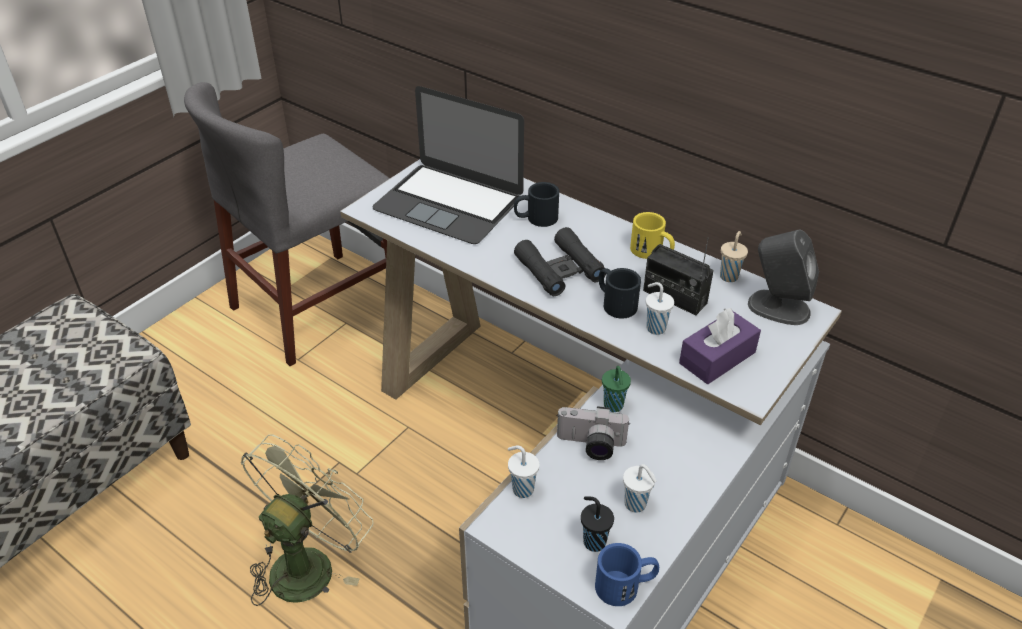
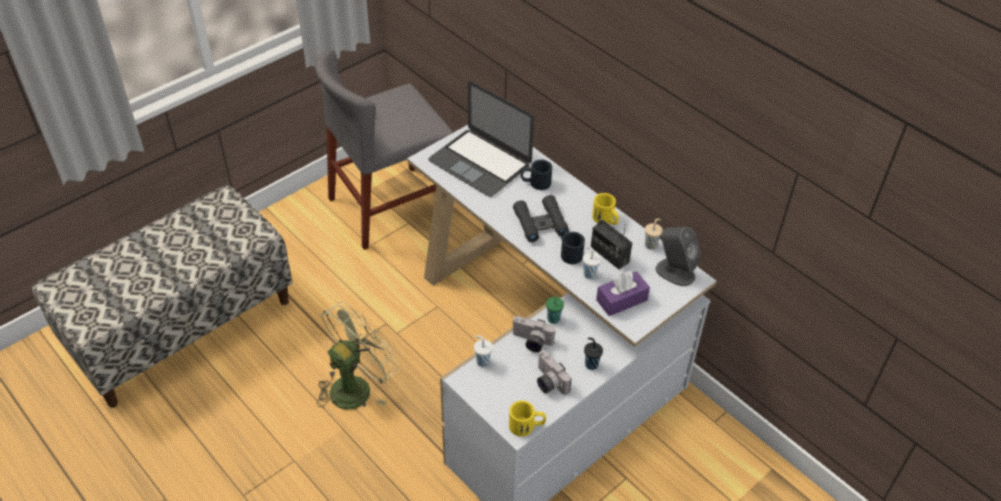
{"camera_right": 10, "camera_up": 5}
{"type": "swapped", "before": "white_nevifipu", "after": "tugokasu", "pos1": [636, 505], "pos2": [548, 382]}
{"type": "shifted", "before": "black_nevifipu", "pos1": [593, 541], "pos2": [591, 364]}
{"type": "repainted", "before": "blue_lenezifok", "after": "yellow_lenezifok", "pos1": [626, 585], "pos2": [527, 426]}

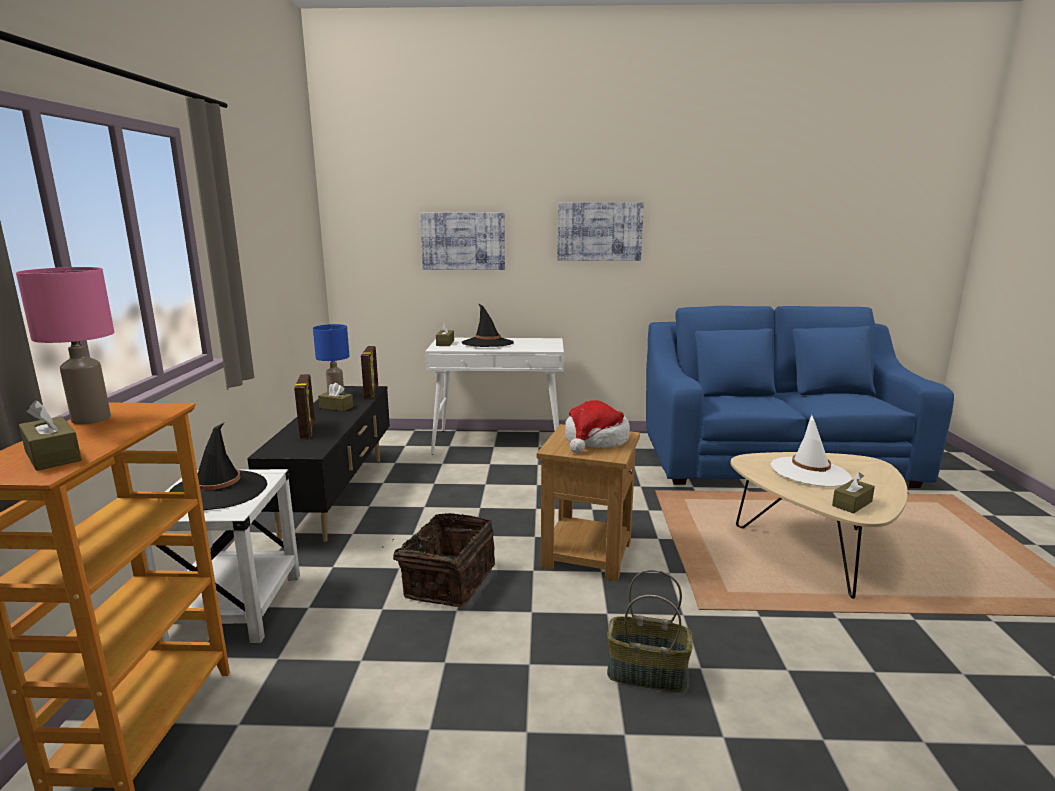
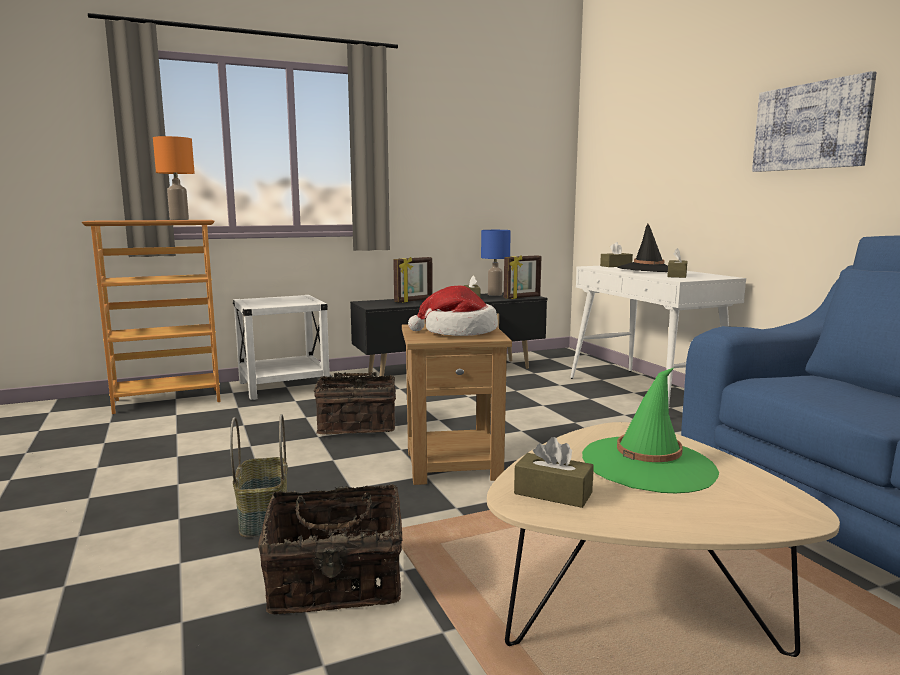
{"camera_right": 65, "camera_up": -5}
{"type": "gone", "before": "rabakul", "pos1": [463, 241]}
{"type": "repainted", "before": "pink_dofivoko", "after": "orange_dofivoko", "pos1": [92, 419], "pos2": [179, 219]}
{"type": "shifted", "before": "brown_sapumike", "pos1": [53, 456], "pos2": [677, 275]}
{"type": "repainted", "before": "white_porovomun", "after": "green_porovomun", "pos1": [810, 472], "pos2": [648, 465]}
{"type": "gone", "before": "black_porovomun", "pos1": [219, 491]}
{"type": "new", "after": "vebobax", "pos2": [336, 583]}

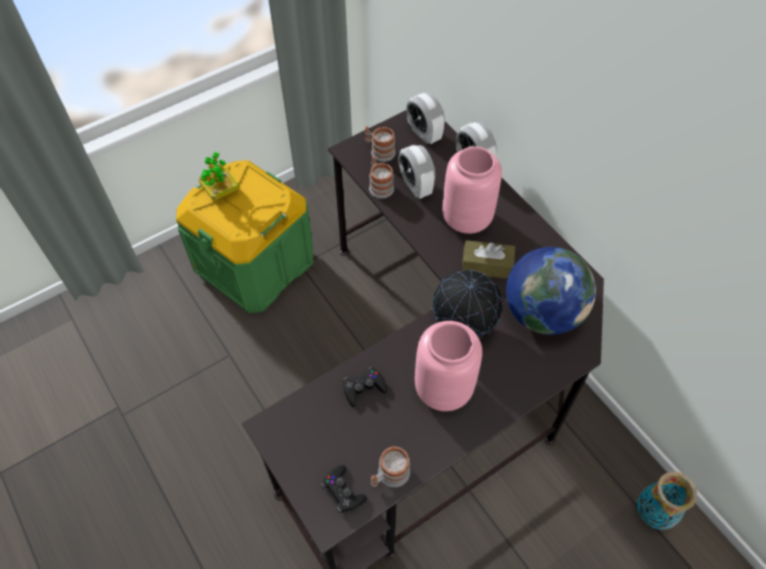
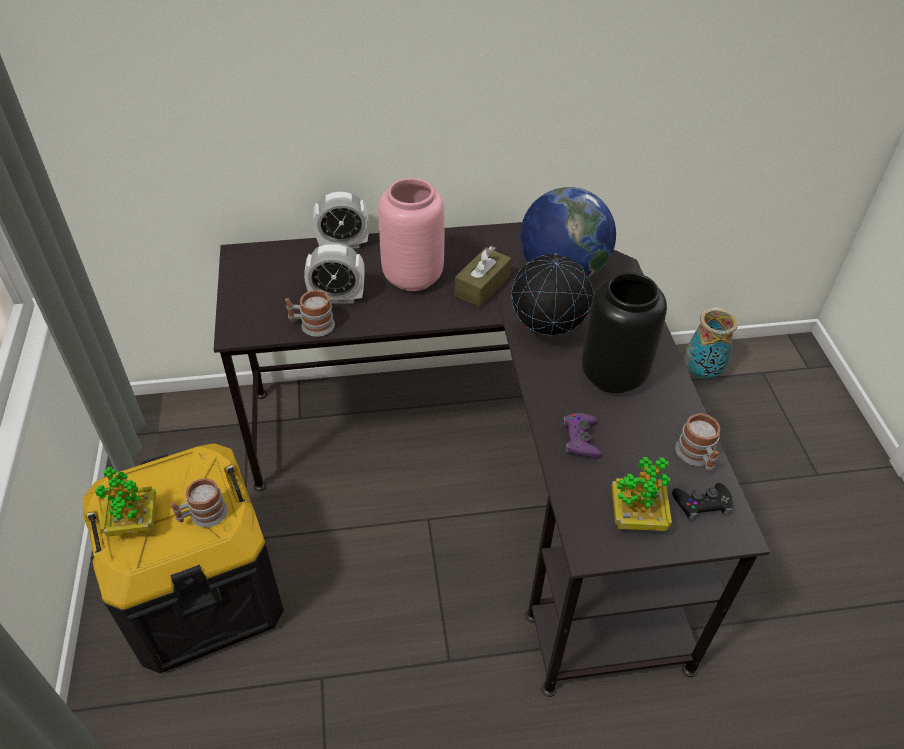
{"camera_right": -65, "camera_up": -10}
{"type": "gone", "before": "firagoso", "pos1": [424, 134]}
{"type": "shifted", "before": "lenezifok", "pos1": [379, 151], "pos2": [202, 515]}
{"type": "repainted", "before": "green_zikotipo", "after": "black_zikotipo", "pos1": [255, 263], "pos2": [201, 591]}
{"type": "repainted", "before": "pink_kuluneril", "after": "black_kuluneril", "pos1": [444, 390], "pos2": [614, 375]}
{"type": "repainted", "before": "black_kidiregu", "after": "purple_kidiregu", "pos1": [364, 388], "pos2": [580, 439]}
{"type": "new", "after": "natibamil", "pos2": [636, 516]}

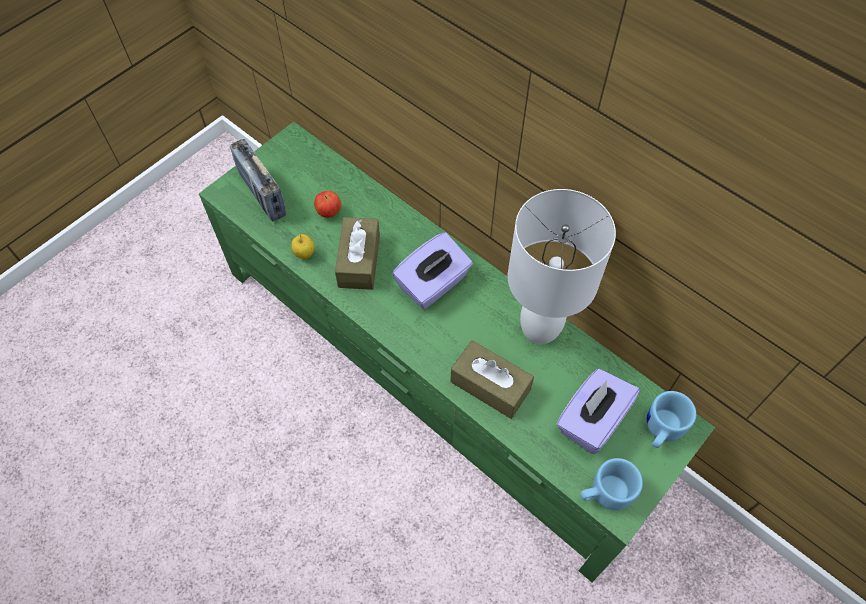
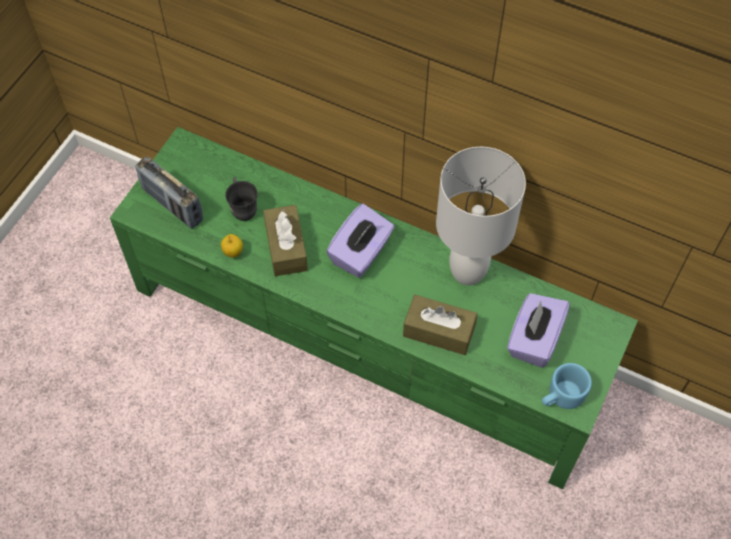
{"camera_right": -15, "camera_up": 0}
{"type": "swapped", "before": "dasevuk", "after": "grey_lenezifok", "pos1": [329, 212], "pos2": [242, 208]}
{"type": "gone", "before": "blue_lenezifok", "pos1": [660, 430]}

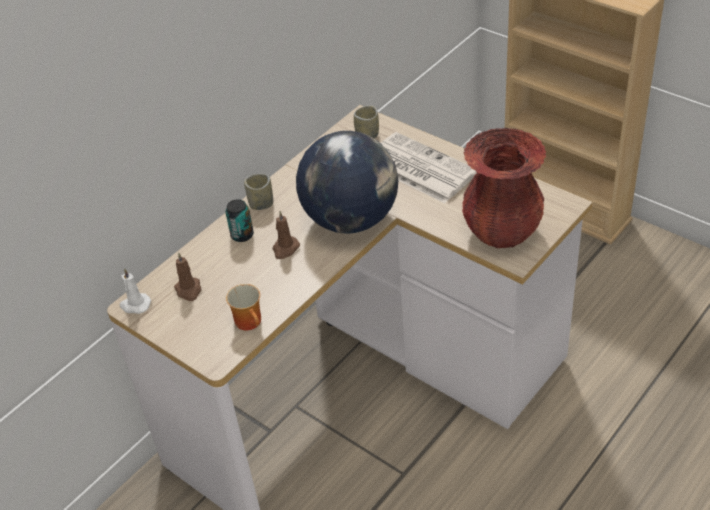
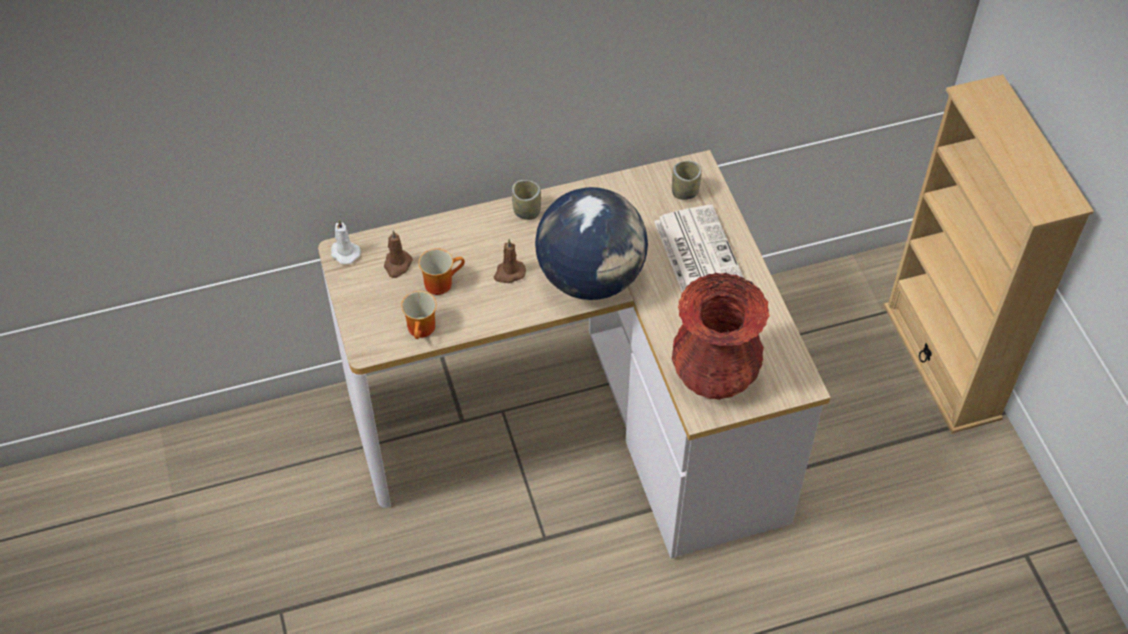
{"camera_right": 30, "camera_up": 10}
{"type": "gone", "before": "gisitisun", "pos1": [242, 235]}
{"type": "new", "after": "lenezifok", "pos2": [440, 281]}

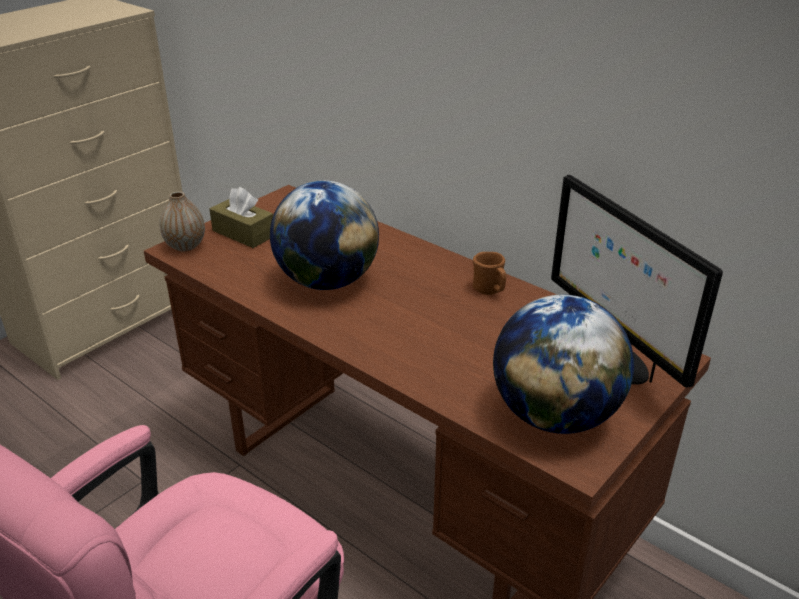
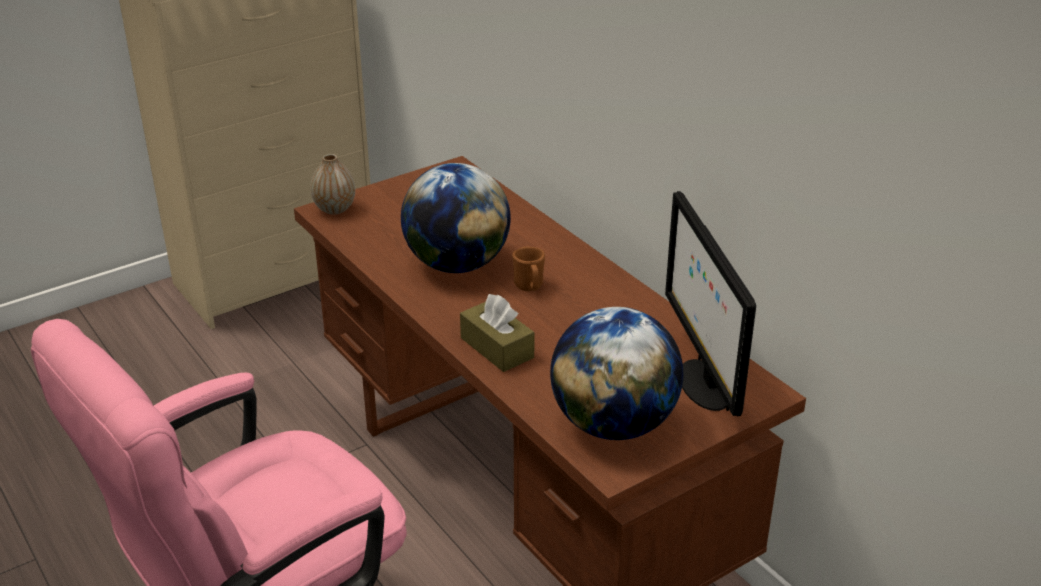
{"camera_right": 15, "camera_up": 0}
{"type": "shifted", "before": "brown_sapumike", "pos1": [243, 233], "pos2": [497, 348]}
{"type": "shifted", "before": "brown_lenezifok", "pos1": [490, 290], "pos2": [530, 287]}

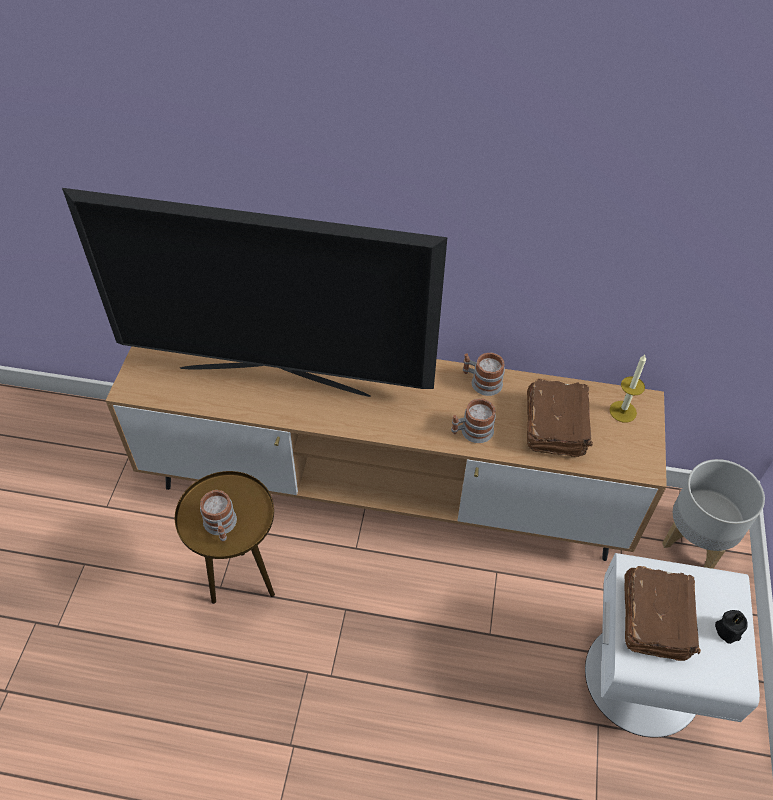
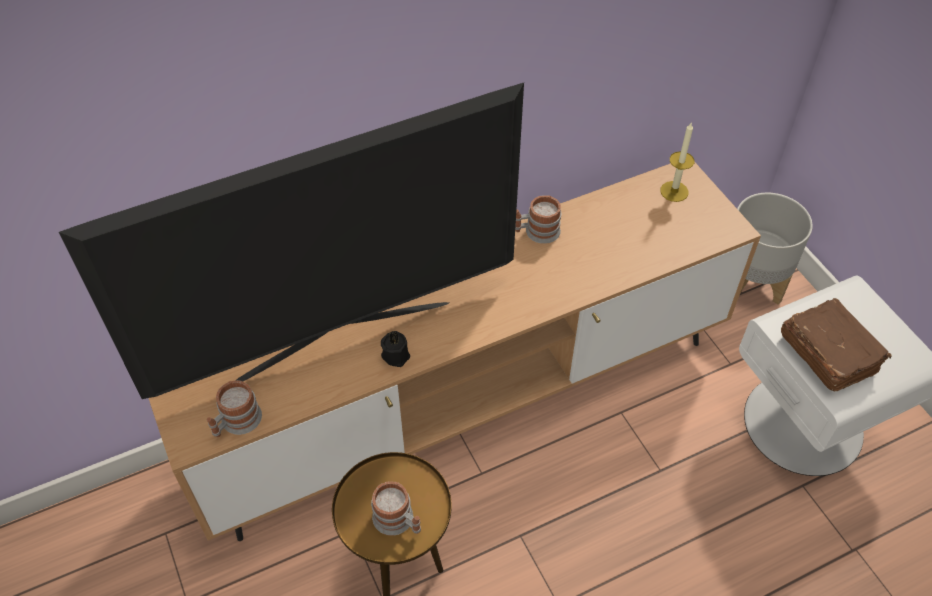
{"camera_right": -35, "camera_up": 0}
{"type": "gone", "before": "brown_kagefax", "pos1": [556, 426]}
{"type": "shifted", "before": "lenezifok", "pos1": [471, 431], "pos2": [236, 423]}
{"type": "shifted", "before": "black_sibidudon", "pos1": [728, 629], "pos2": [396, 354]}

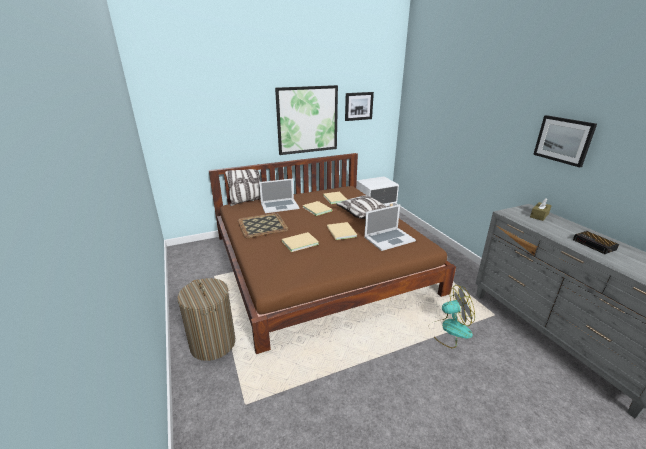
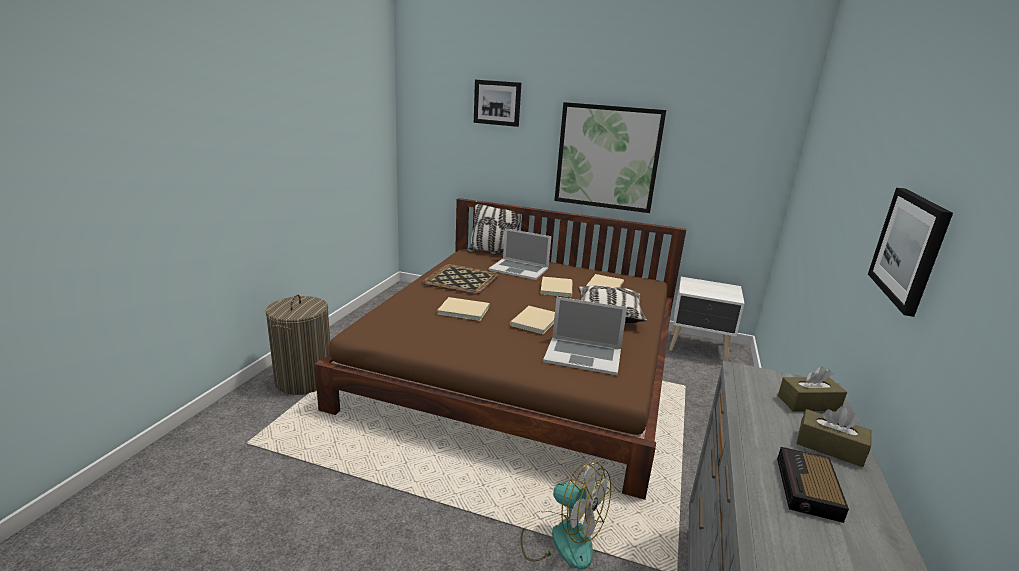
{"camera_right": 40, "camera_up": -5}
{"type": "shifted", "before": "rabakul", "pos1": [358, 106], "pos2": [497, 103]}
{"type": "new", "after": "brown_sapumike", "pos2": [829, 447]}

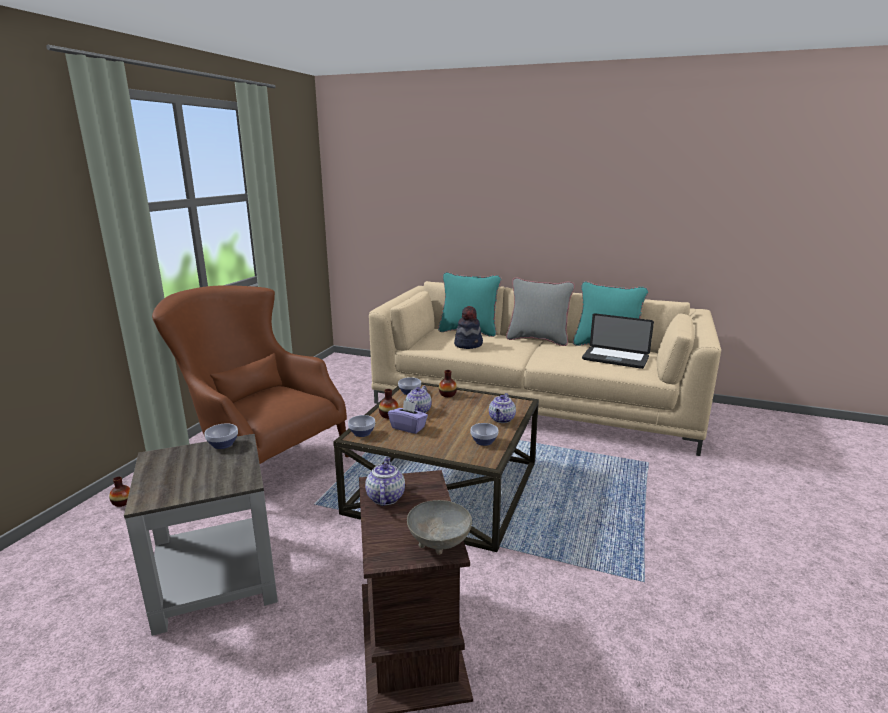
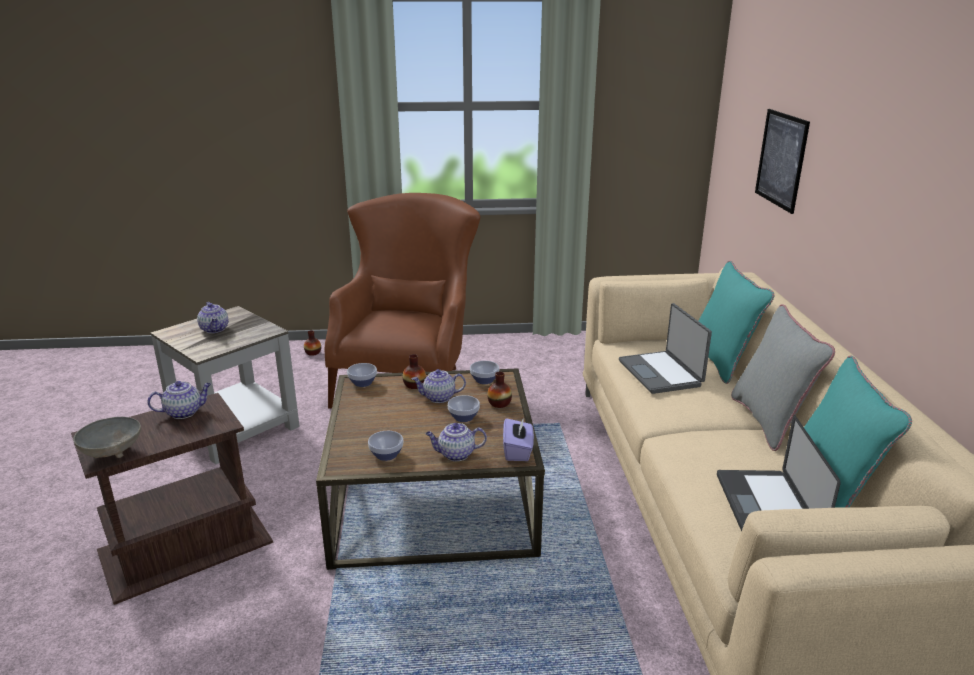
{"camera_right": 65, "camera_up": 5}
{"type": "swapped", "before": "porovomun", "after": "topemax", "pos1": [468, 344], "pos2": [661, 373]}
{"type": "shifted", "before": "purple_sapumike", "pos1": [408, 427], "pos2": [518, 451]}
{"type": "shifted", "before": "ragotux", "pos1": [222, 445], "pos2": [462, 417]}
{"type": "new", "after": "rabakul", "pos2": [781, 159]}
{"type": "new", "after": "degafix", "pos2": [215, 329]}

